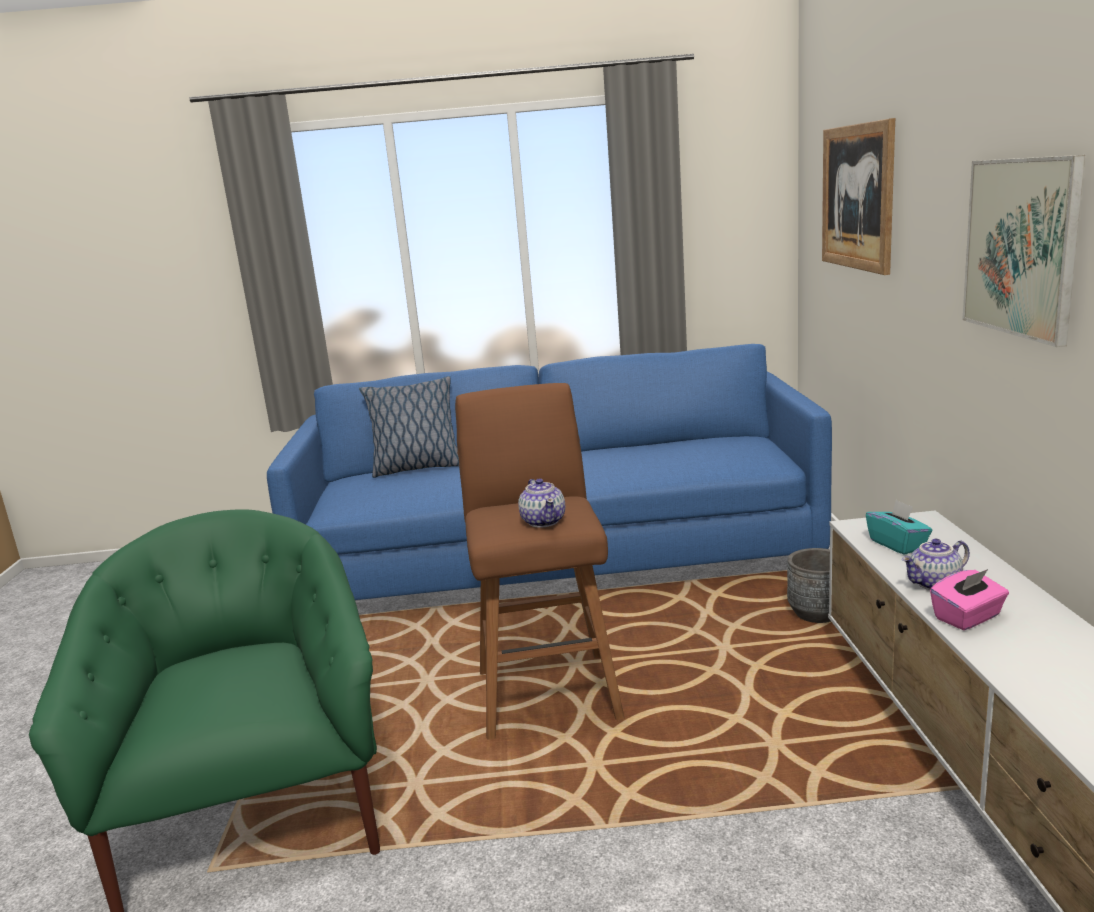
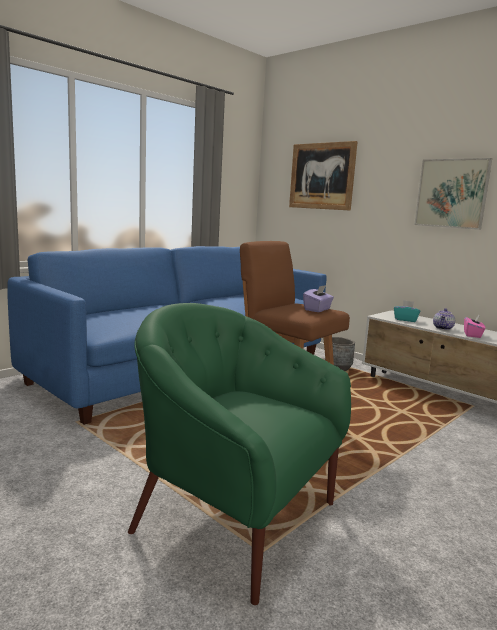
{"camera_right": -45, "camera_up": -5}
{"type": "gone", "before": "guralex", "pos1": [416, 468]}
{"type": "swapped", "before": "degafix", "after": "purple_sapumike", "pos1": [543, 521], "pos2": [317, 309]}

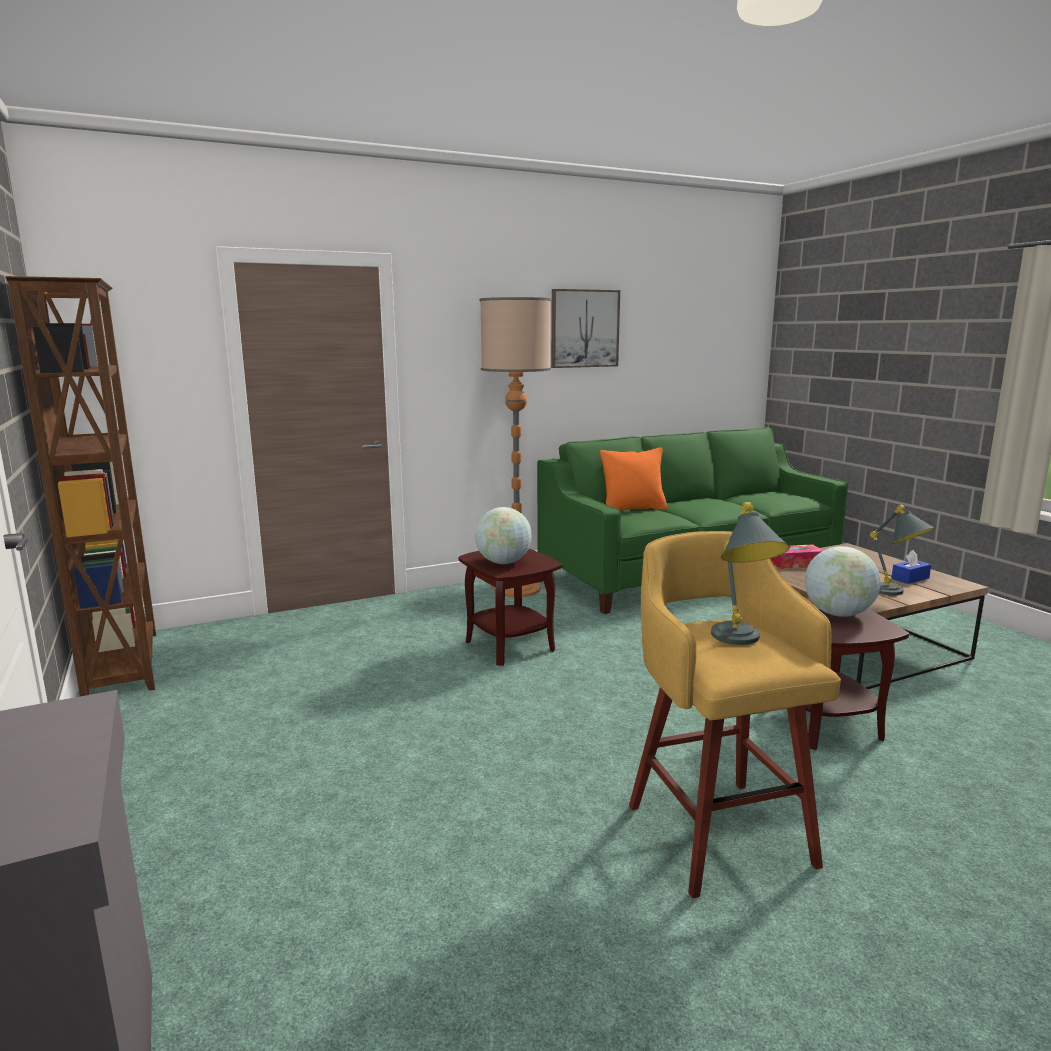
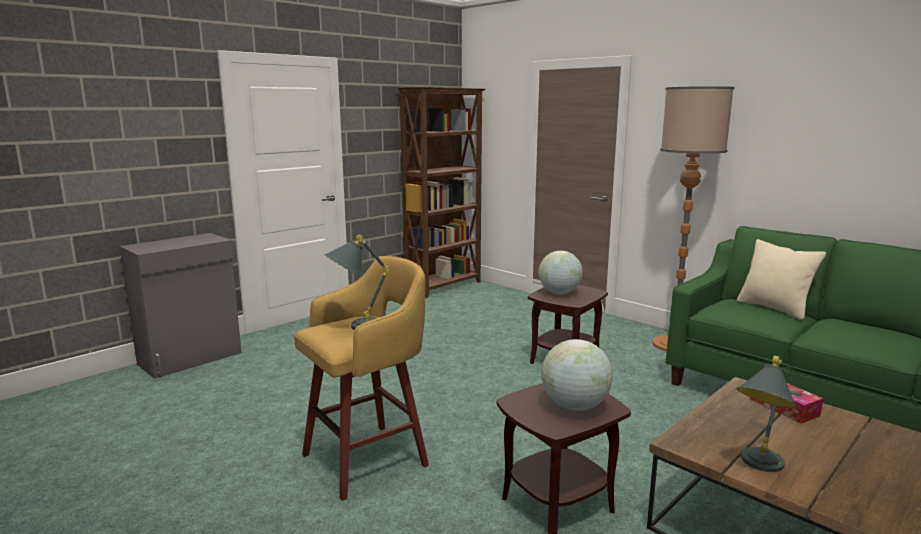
{"camera_right": 70, "camera_up": 0}
{"type": "gone", "before": "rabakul", "pos1": [584, 328]}
{"type": "repainted", "before": "orange_guralex", "after": "beige_guralex", "pos1": [633, 509], "pos2": [774, 308]}
{"type": "gone", "before": "blue_sapumike", "pos1": [910, 578]}

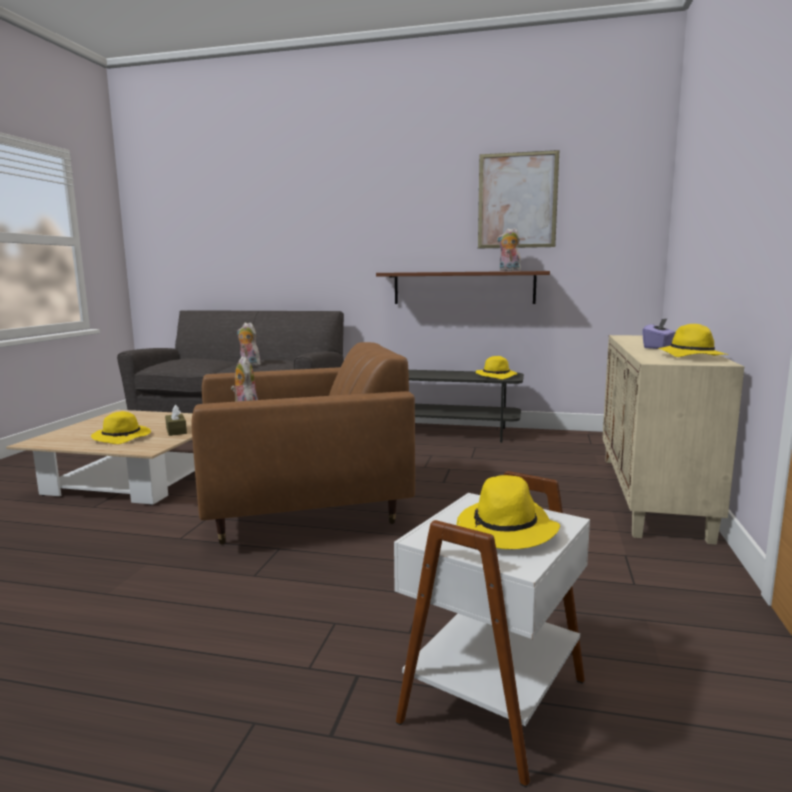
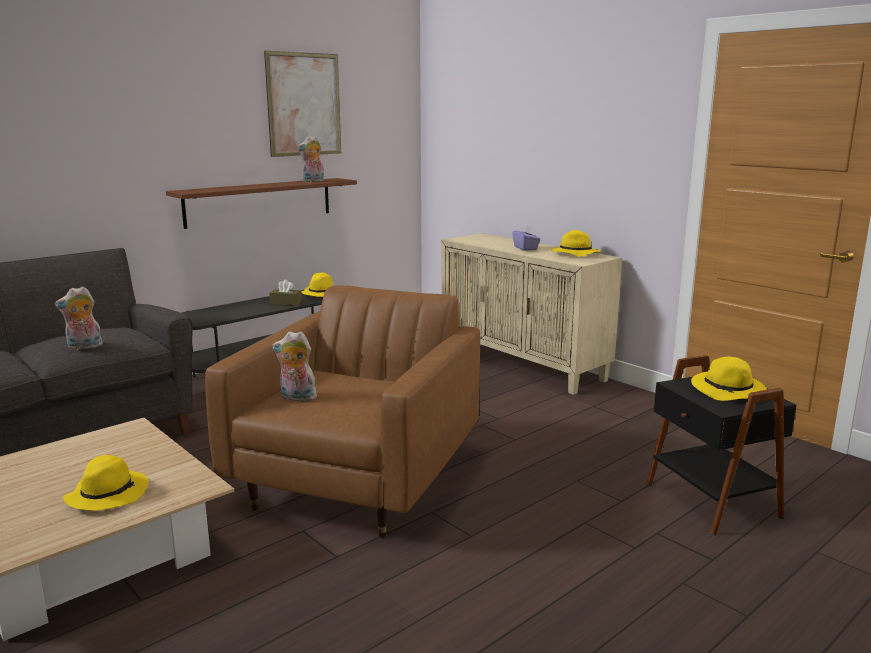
{"camera_right": -55, "camera_up": 5}
{"type": "shifted", "before": "brown_sapumike", "pos1": [176, 431], "pos2": [286, 303]}
{"type": "repainted", "before": "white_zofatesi", "after": "black_zofatesi", "pos1": [490, 699], "pos2": [710, 501]}

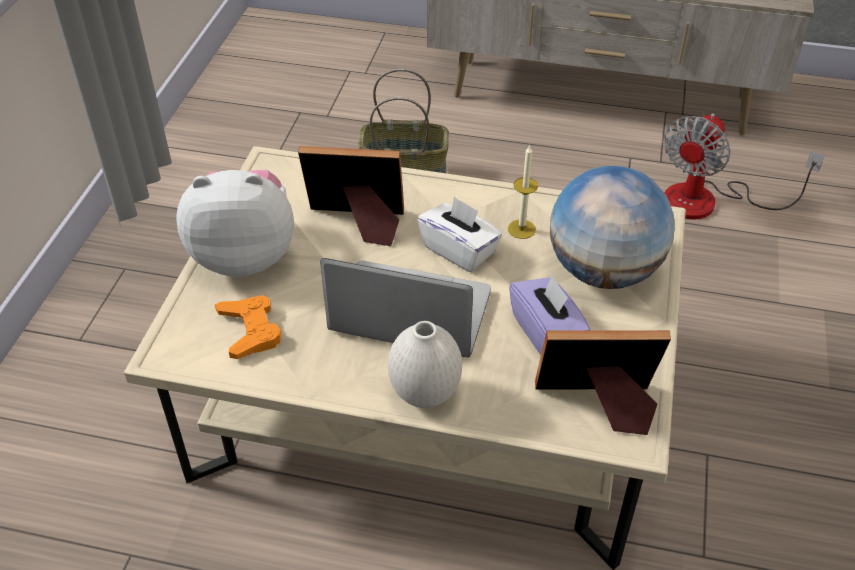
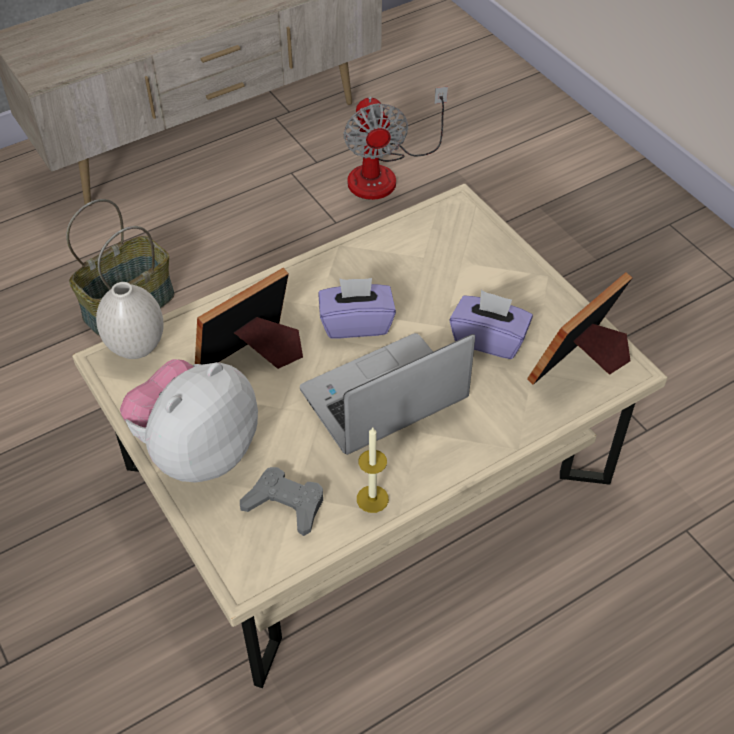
{"camera_right": -45, "camera_up": 5}
{"type": "shifted", "before": "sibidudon", "pos1": [521, 229], "pos2": [372, 499]}
{"type": "gone", "before": "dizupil", "pos1": [604, 271]}
{"type": "repainted", "before": "white_sapumike", "after": "purple_sapumike", "pos1": [459, 250], "pos2": [356, 323]}
{"type": "repainted", "before": "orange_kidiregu", "after": "grey_kidiregu", "pos1": [250, 330], "pos2": [285, 504]}
{"type": "shifted", "before": "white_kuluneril", "pos1": [424, 395], "pos2": [136, 349]}

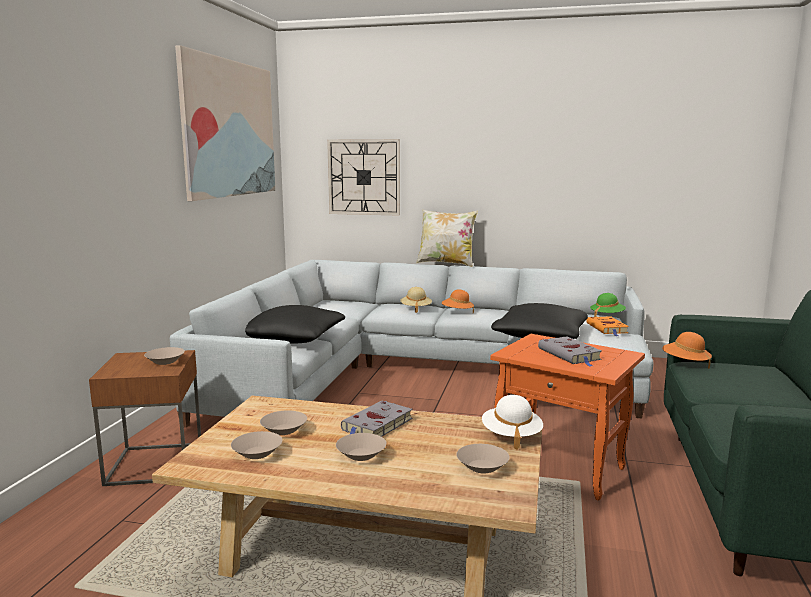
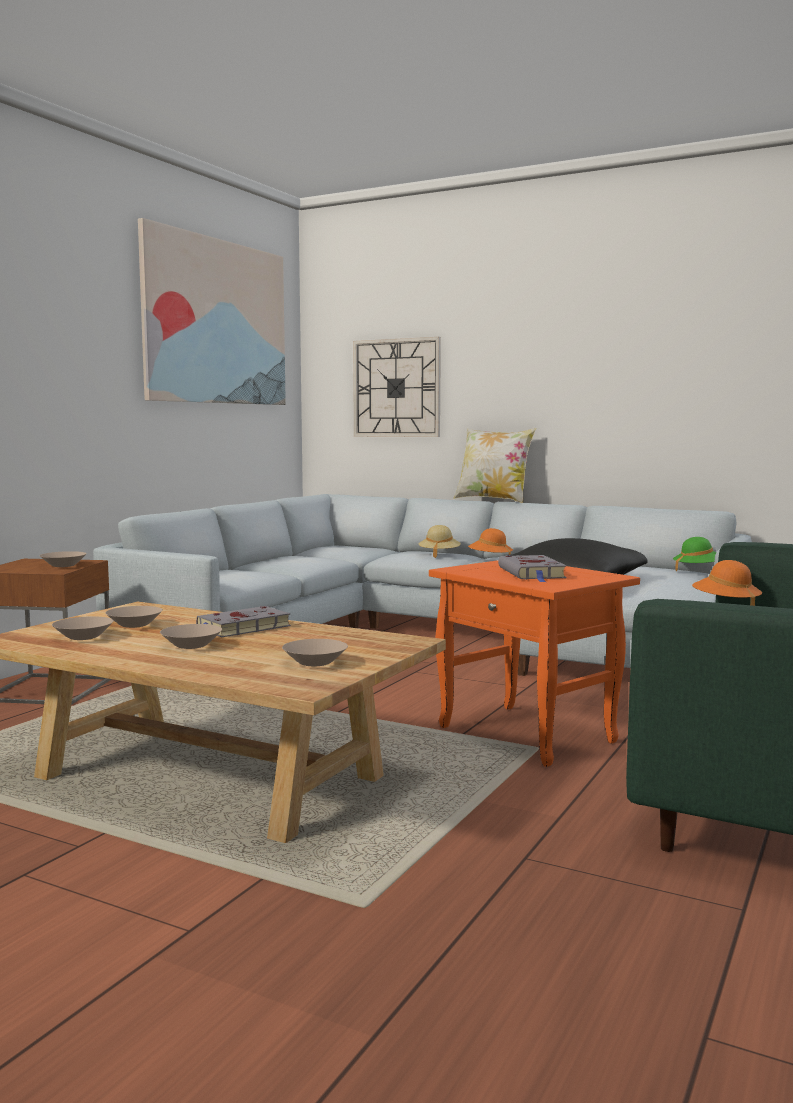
{"camera_right": 15, "camera_up": -5}
{"type": "gone", "before": "black_guralex", "pos1": [294, 339]}
{"type": "gone", "before": "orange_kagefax", "pos1": [607, 328]}
{"type": "gone", "before": "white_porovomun", "pos1": [511, 435]}

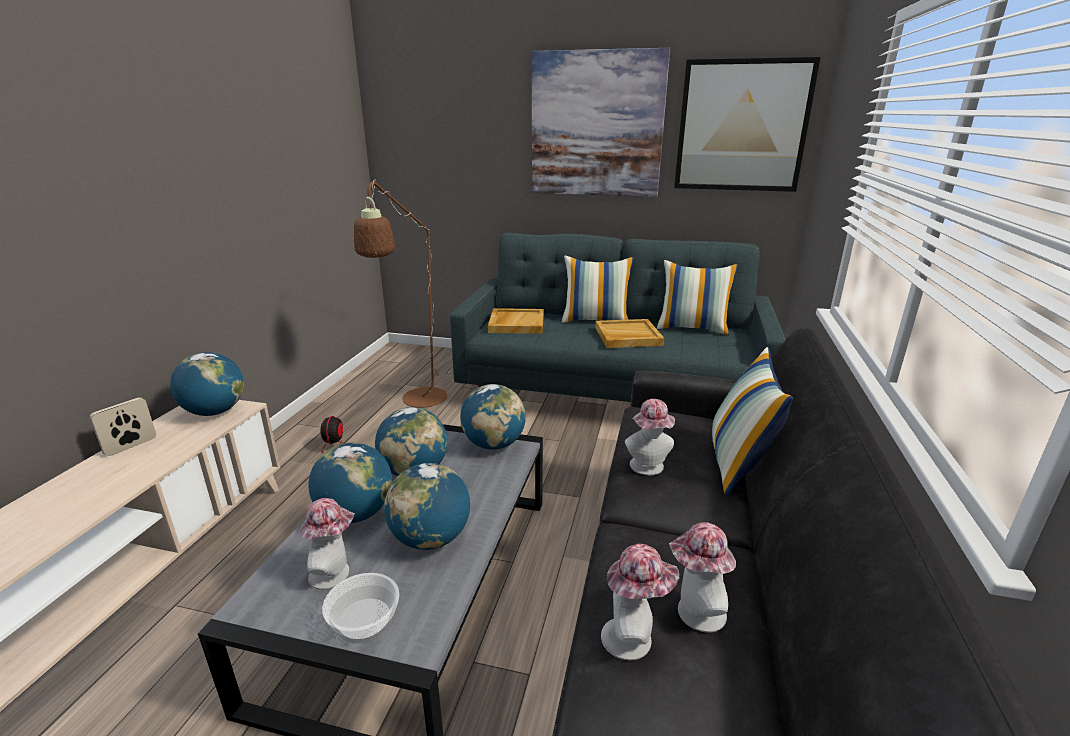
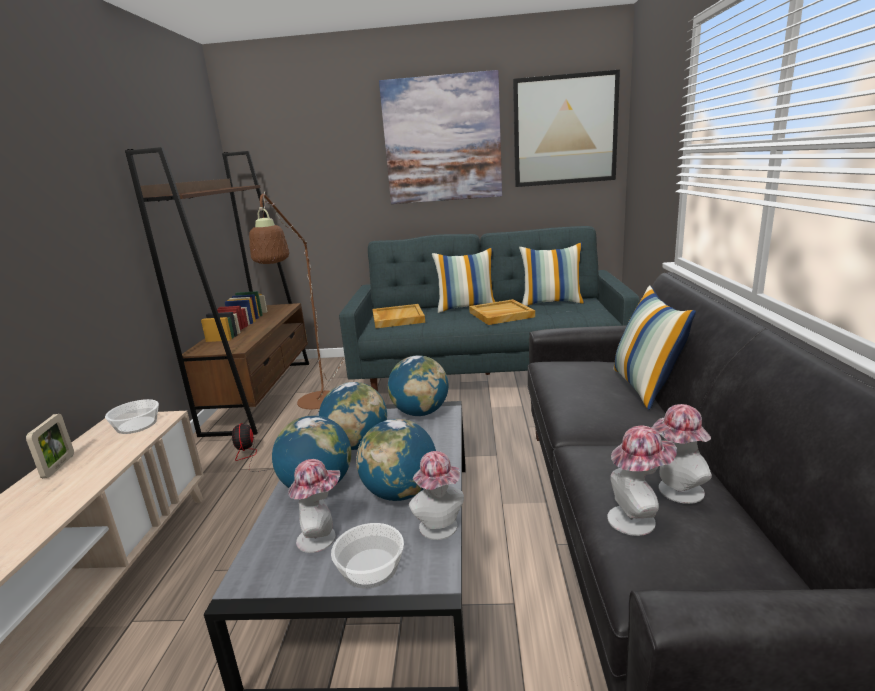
{"camera_right": -10, "camera_up": -5}
{"type": "swapped", "before": "dizupil", "after": "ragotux", "pos1": [215, 412], "pos2": [136, 425]}
{"type": "rotated", "before": "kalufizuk", "pos1": [131, 446], "pos2": [59, 466], "turn": 150}
{"type": "shifted", "before": "porovomun", "pos1": [648, 468], "pos2": [440, 530]}
{"type": "new", "after": "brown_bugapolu", "pos2": [261, 395]}

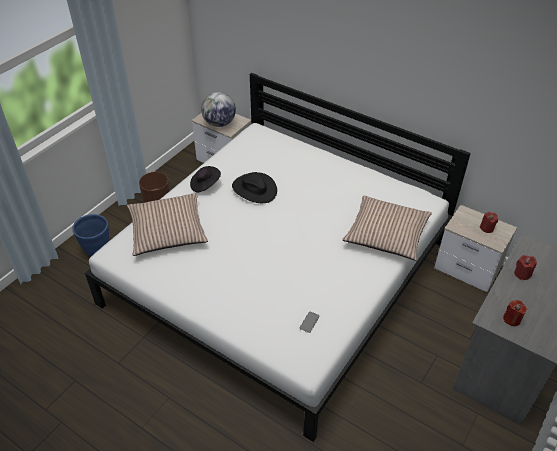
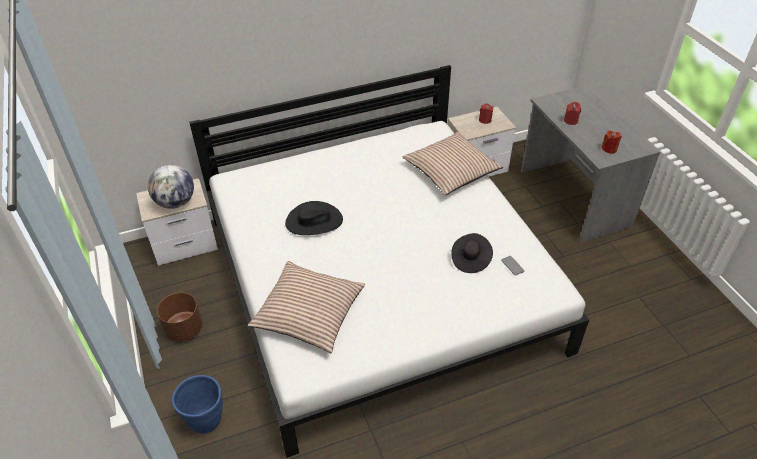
{"camera_right": -55, "camera_up": 0}
{"type": "shifted", "before": "black_porovomun", "pos1": [205, 185], "pos2": [470, 259]}

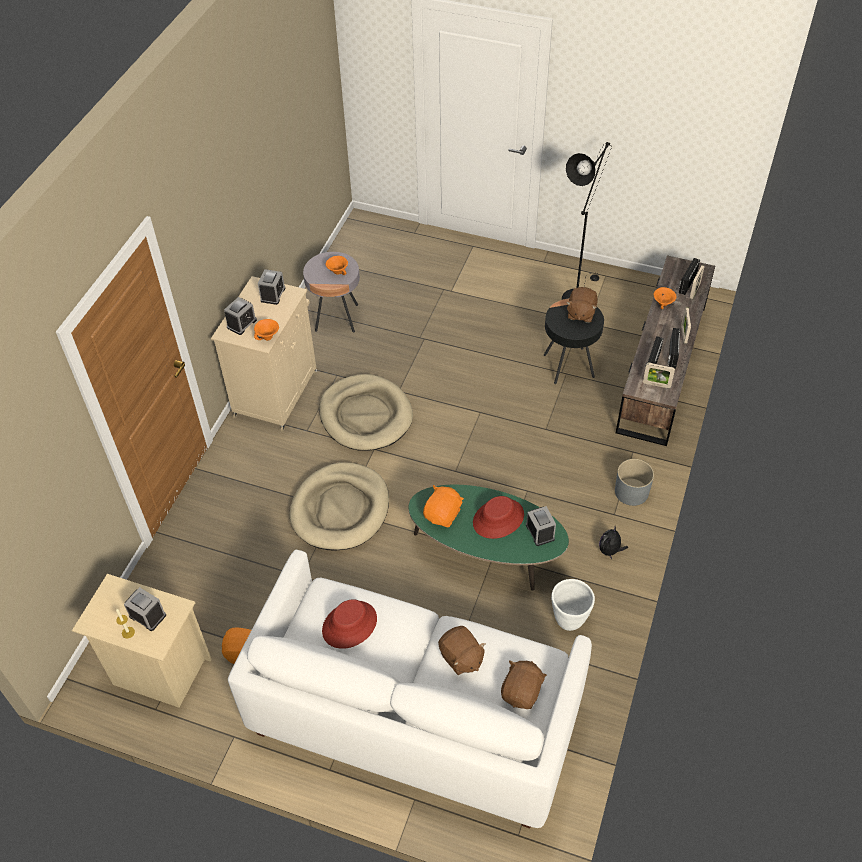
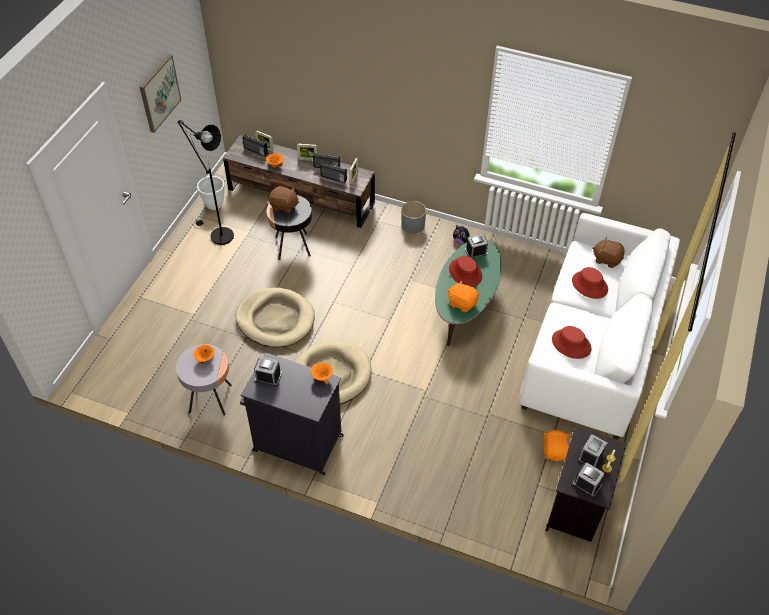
{"camera_right": -90, "camera_up": 0}
{"type": "repainted", "before": "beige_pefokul", "after": "black_pefokul", "pos1": [276, 393], "pos2": [296, 443]}
{"type": "shifted", "before": "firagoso", "pos1": [242, 323], "pos2": [587, 484]}
{"type": "shifted", "before": "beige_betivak", "pos1": [340, 509], "pos2": [275, 319]}
{"type": "repainted", "before": "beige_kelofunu", "after": "black_kelofunu", "pos1": [158, 671], "pos2": [576, 509]}
{"type": "shifted", "before": "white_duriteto", "pos1": [569, 619], "pos2": [214, 205]}
{"type": "swapped", "before": "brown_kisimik", "after": "red_porovomun", "pos1": [461, 658], "pos2": [589, 285]}
{"type": "new", "after": "rabakul", "pos2": [159, 93]}

